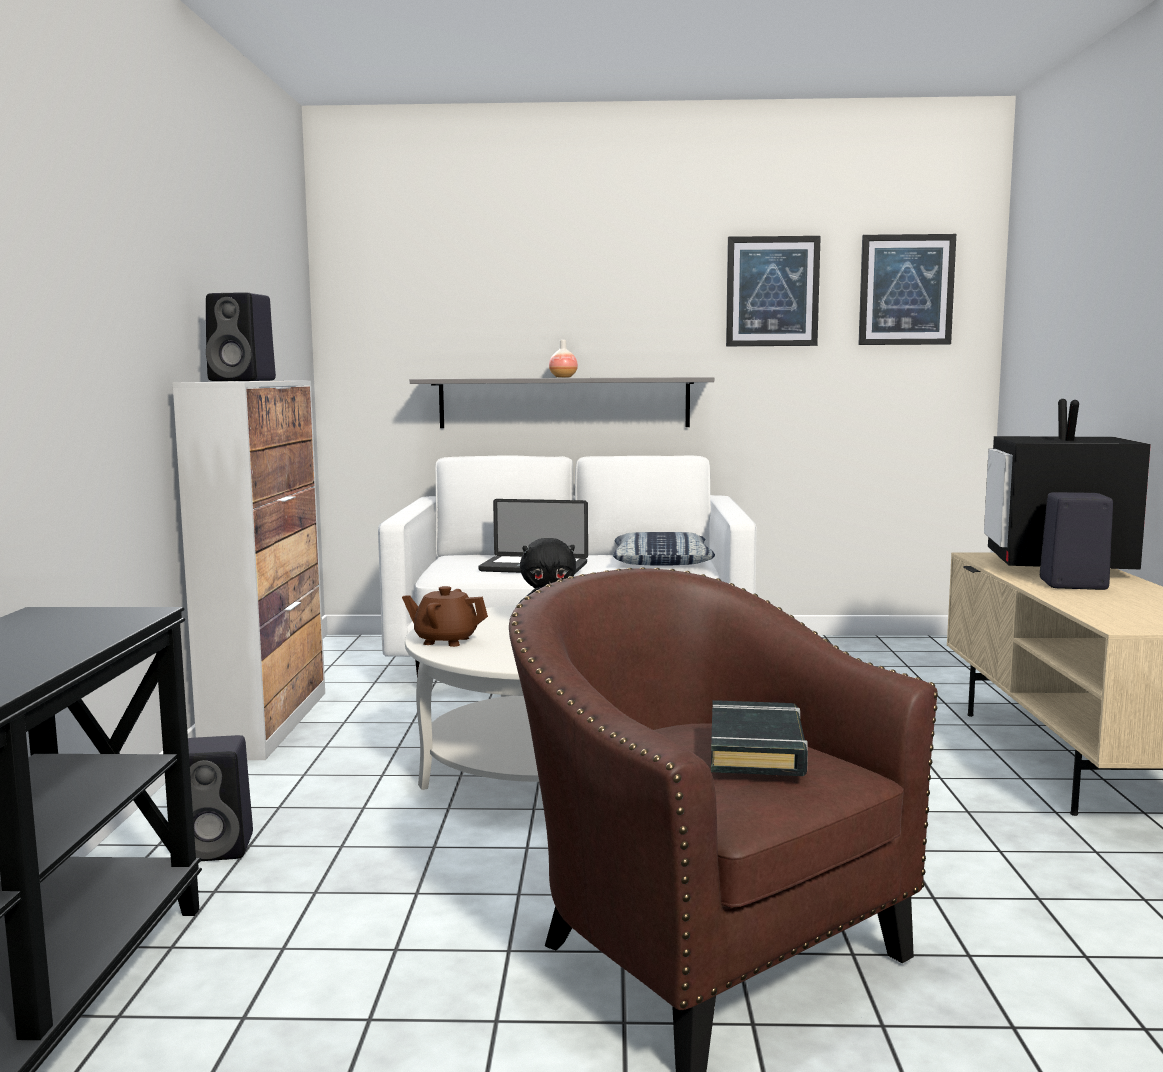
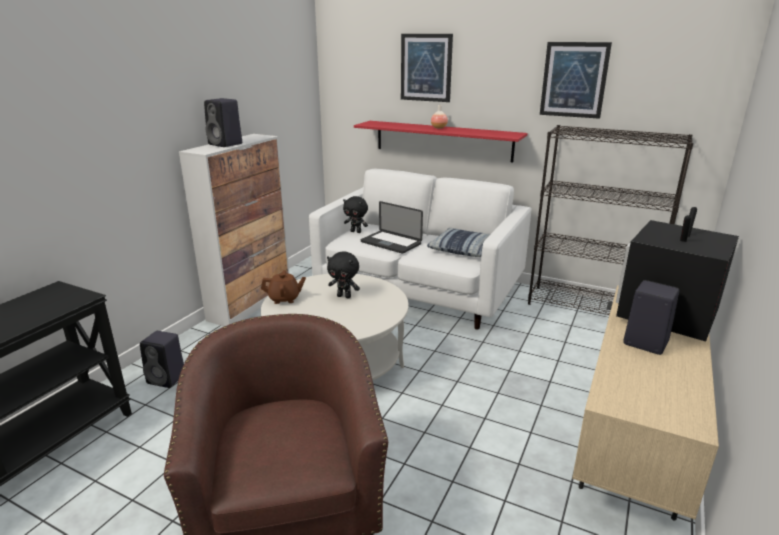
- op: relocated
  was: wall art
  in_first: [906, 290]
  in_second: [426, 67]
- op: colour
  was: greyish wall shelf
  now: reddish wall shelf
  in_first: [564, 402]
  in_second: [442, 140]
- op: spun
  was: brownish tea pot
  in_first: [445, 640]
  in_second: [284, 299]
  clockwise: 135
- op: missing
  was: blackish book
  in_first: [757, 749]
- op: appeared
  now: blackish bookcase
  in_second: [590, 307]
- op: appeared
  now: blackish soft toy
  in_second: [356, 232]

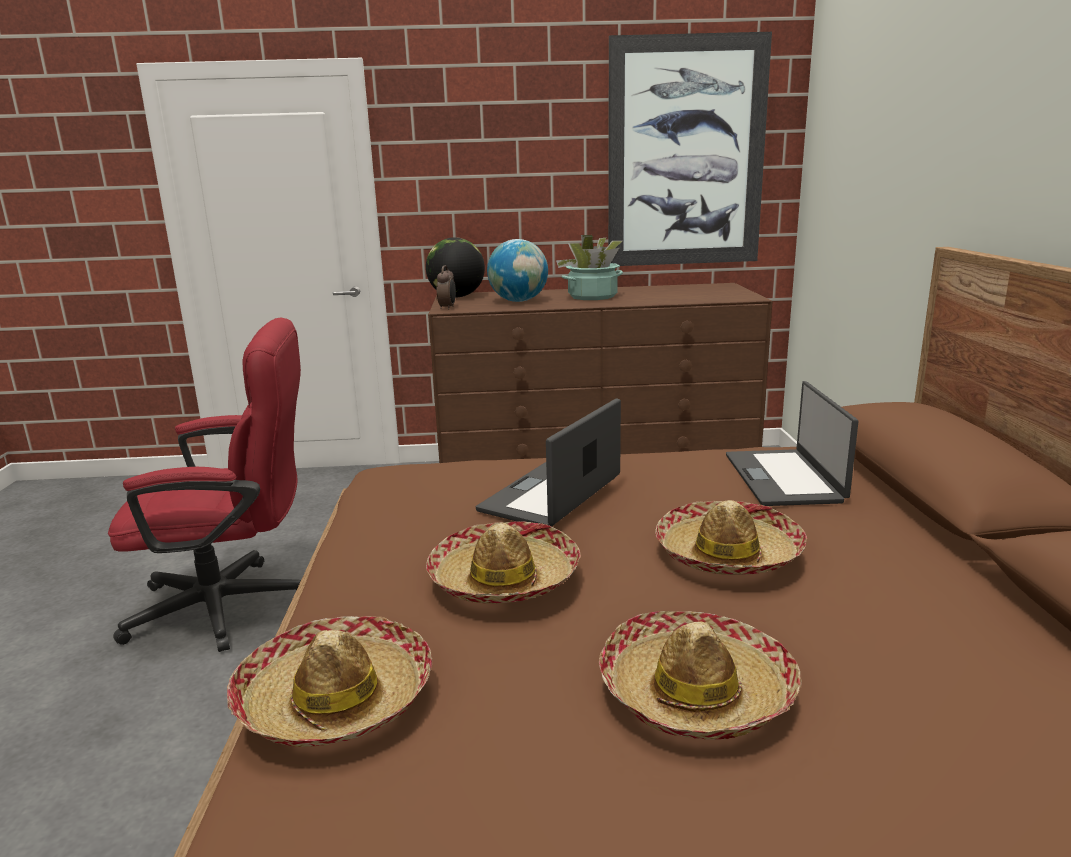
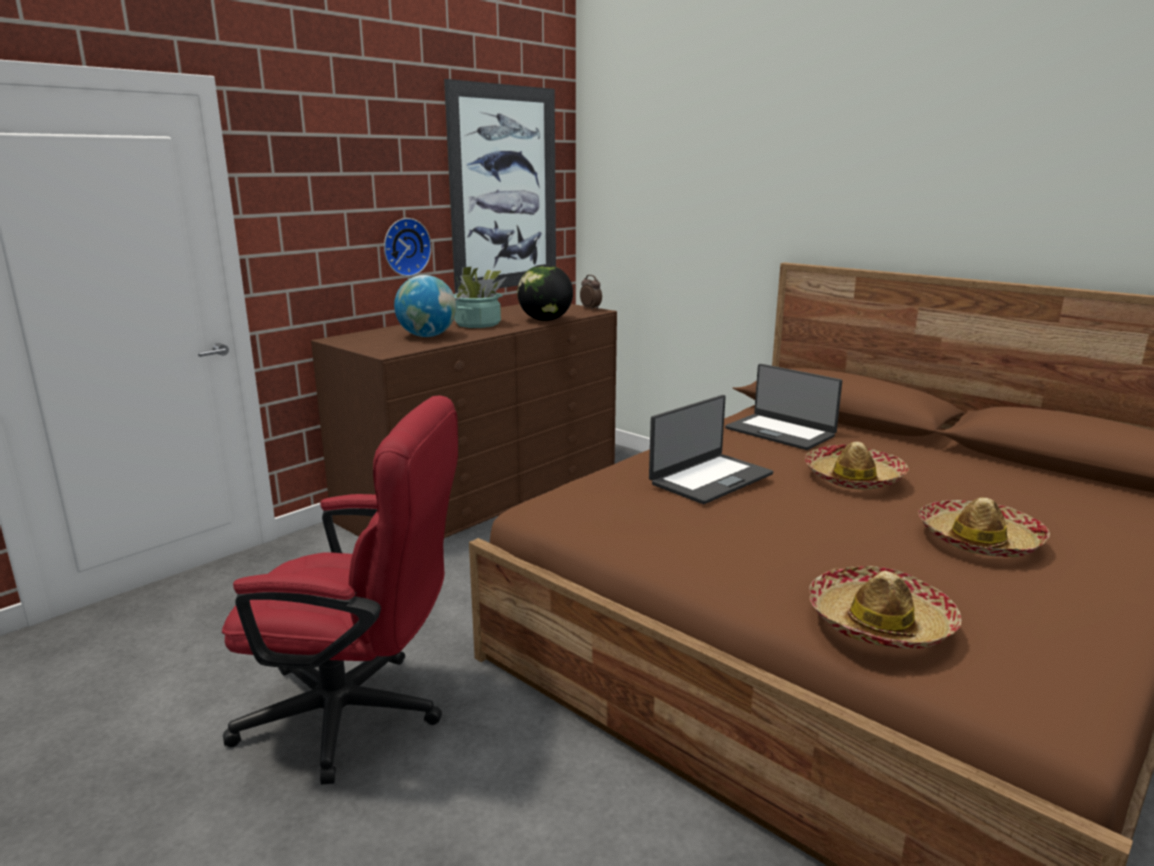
- op: relocated
  was: desk globe
  in_first: [457, 297]
  in_second: [545, 320]
- op: relocated
  was: table clock
  in_first: [447, 308]
  in_second: [591, 309]
- op: spun
  was: reddish office chair
  in_first: [235, 605]
  in_second: [359, 715]
  clockwise: 60
- op: spun
  was: portable computer
  in_first: [553, 495]
  in_second: [710, 478]
  clockwise: -120
- op: missing
  was: hat
  in_first: [504, 578]
- op: appeared
  now: hanging clock
  in_second: [405, 247]

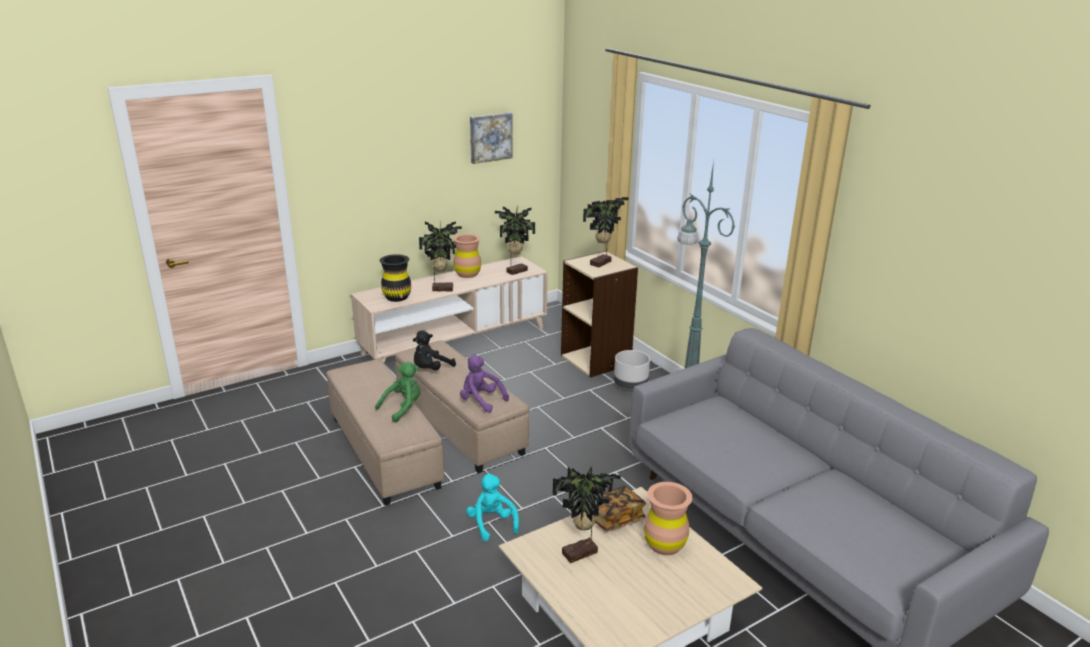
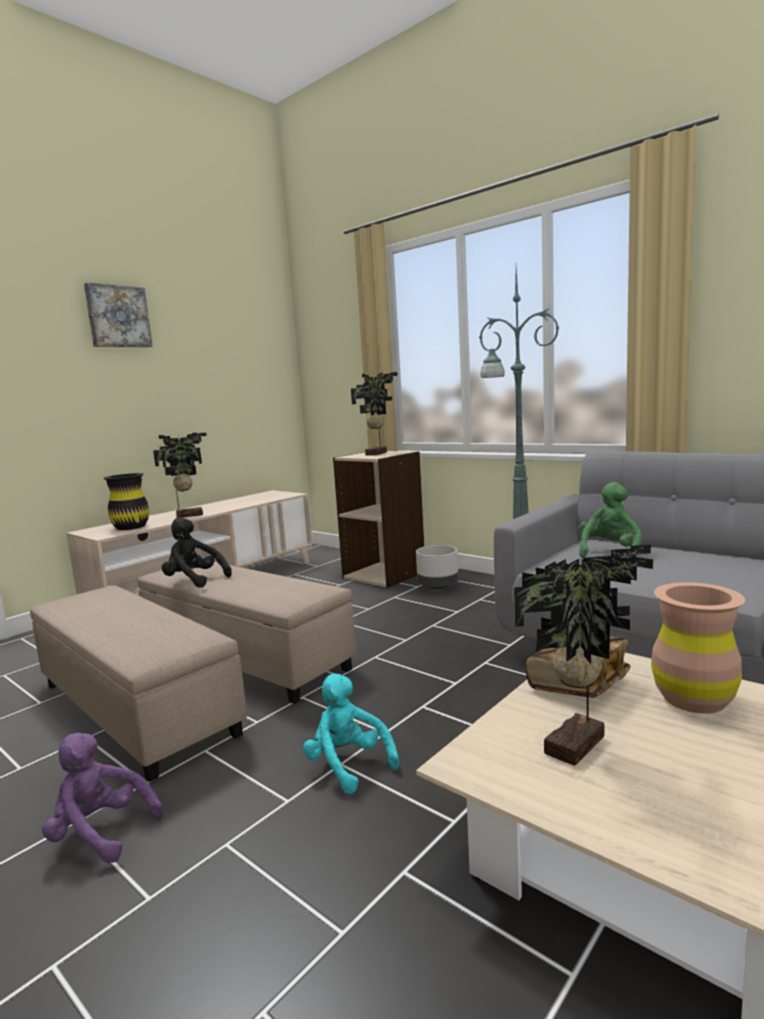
- op: relocated
  was: wall art
  in_first: [490, 137]
  in_second: [117, 317]
- op: missing
  was: potted plant
  in_first: [515, 271]
- op: missing
  was: brownish decorative vase
  in_first: [467, 274]
- op: spun
  was: blackish soft toy
  in_first: [431, 369]
  in_second: [194, 581]
  clockwise: 90
- op: relocated
  was: purplish soft toy
  in_first: [481, 401]
  in_second: [100, 833]
- op: relocated
  was: greenish soft toy
  in_first: [403, 408]
  in_second: [609, 553]

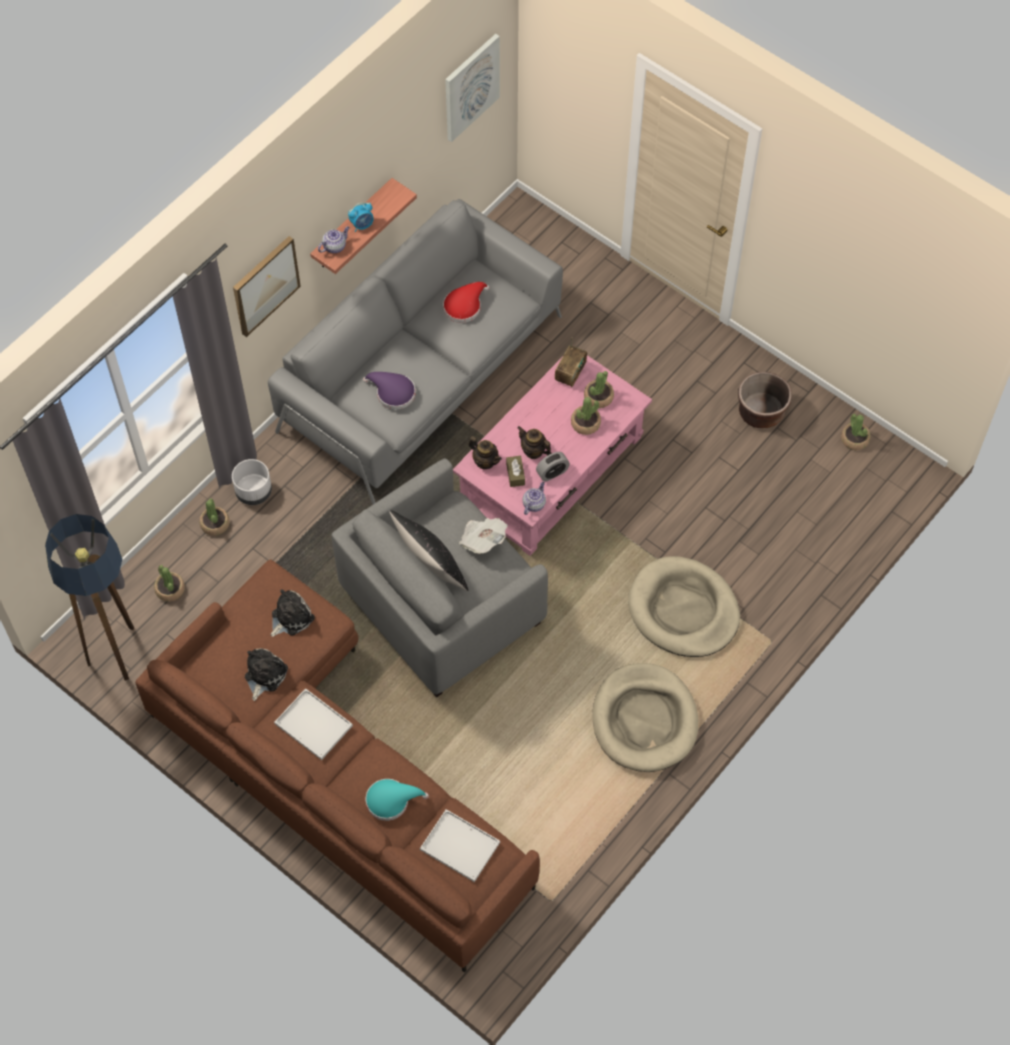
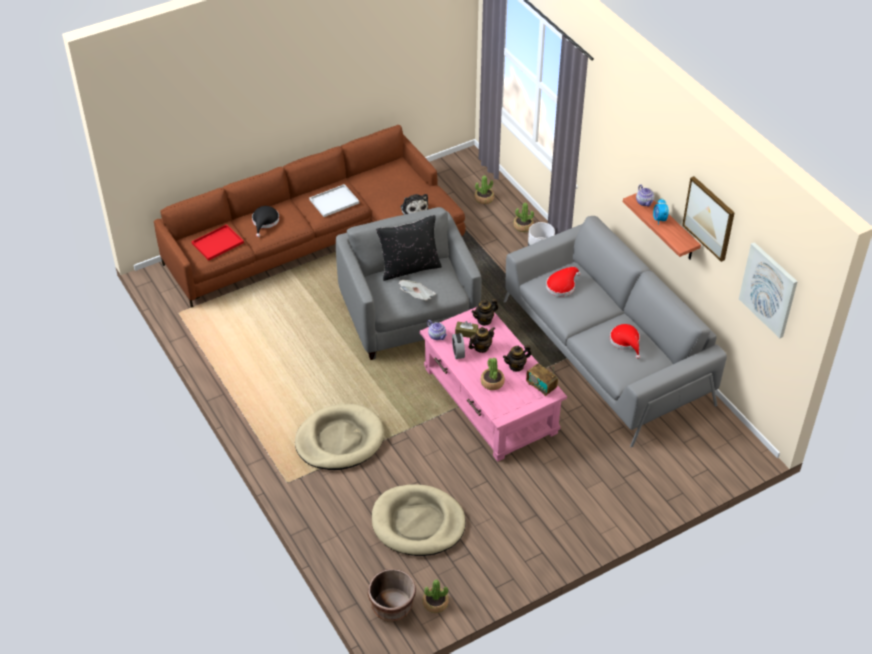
- op: relocated
  was: wall art
  in_first: [265, 285]
  in_second: [709, 218]
- op: missing
  was: potted plant
  in_first: [598, 397]
- op: colour
  was: purplish hat
  now: reddish hat
  in_first: [392, 393]
  in_second: [562, 285]
- op: relocated
  was: brownish flower pot
  in_first: [761, 412]
  in_second: [392, 606]
- op: missing
  was: floor lamp
  in_first: [118, 651]
- op: missing
  was: soft toy
  in_first: [264, 675]
- op: relocated
  was: beige-coloured pet bed
  in_first: [644, 720]
  in_second: [418, 523]
- op: colour
  was: blue-green hat
  now: blackish hat
  in_first: [391, 800]
  in_second: [265, 222]
- op: colour
  was: white-coloured tray
  now: reddish tray
  in_first: [461, 846]
  in_second: [217, 244]
- op: appeared
  now: tea pot
  in_second: [516, 366]

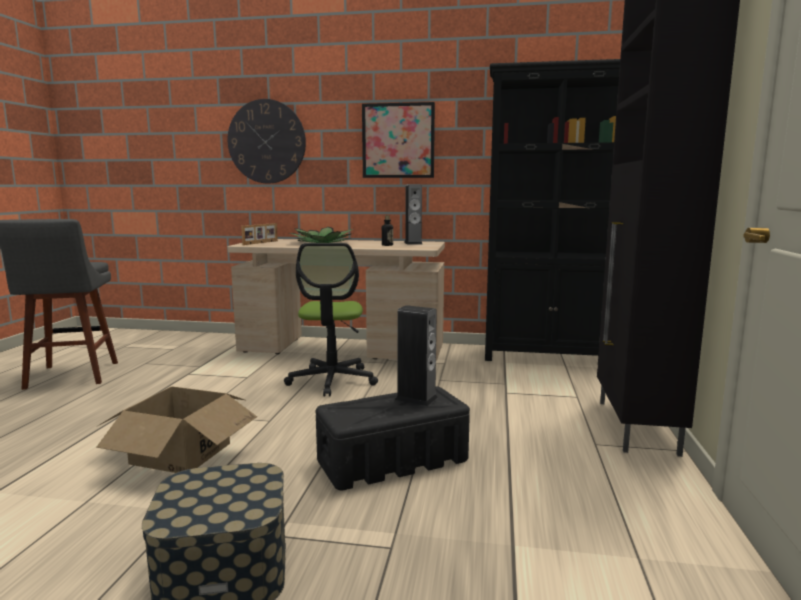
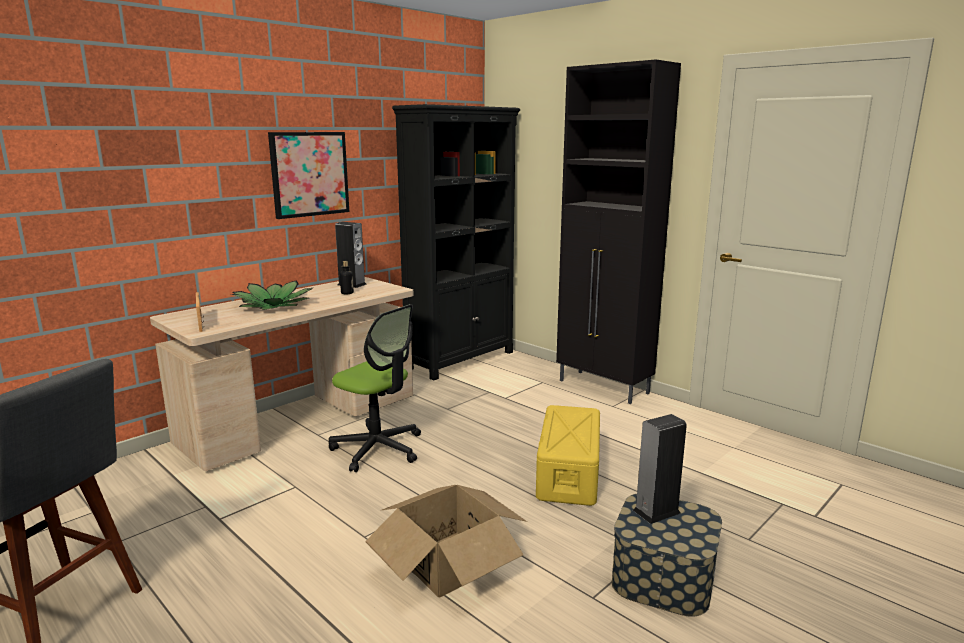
- op: missing
  was: hanging clock
  in_first: [266, 141]
- op: relocated
  was: loudspeaker
  in_first: [416, 398]
  in_second: [656, 511]
- op: colour
  was: blackish storage box
  now: yellowish storage box
  in_first: [392, 461]
  in_second: [568, 473]

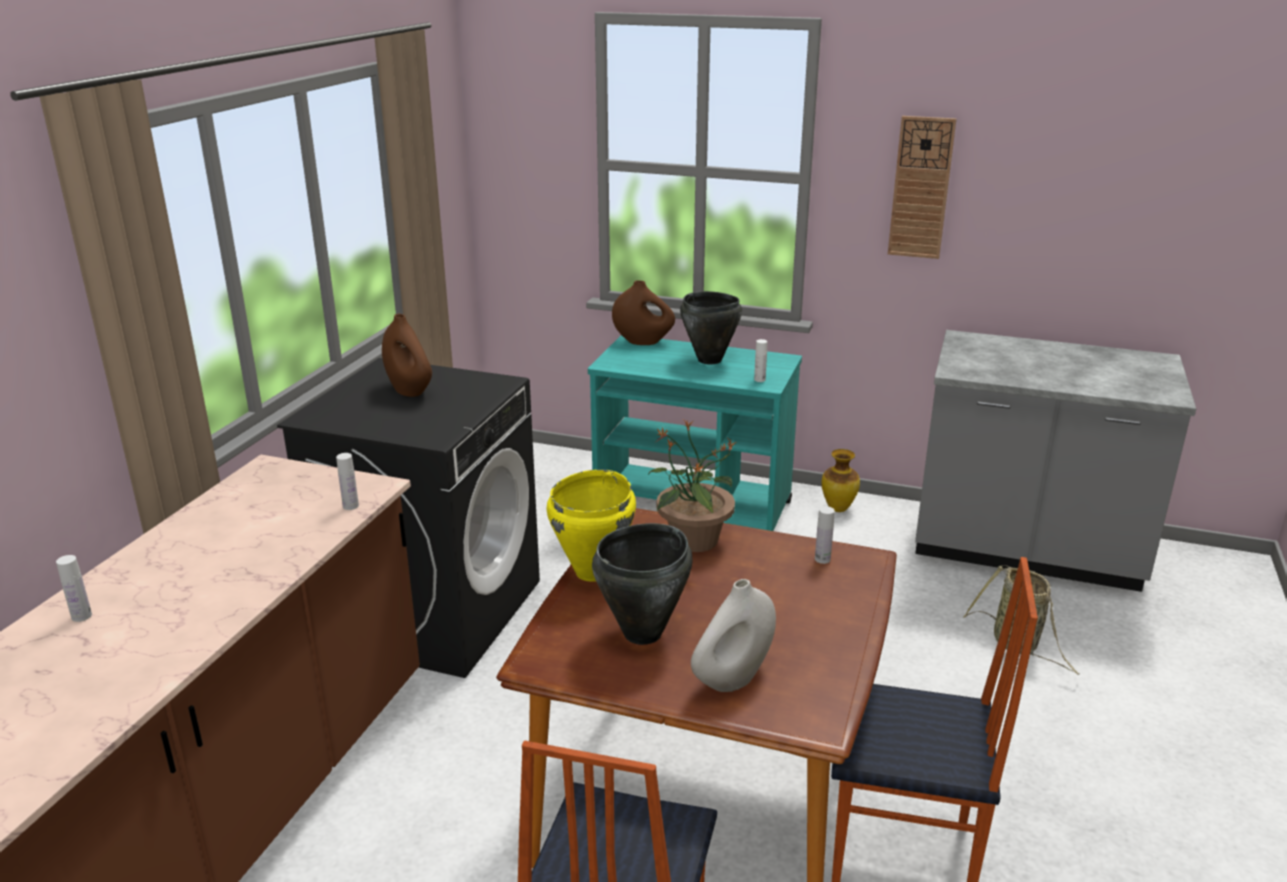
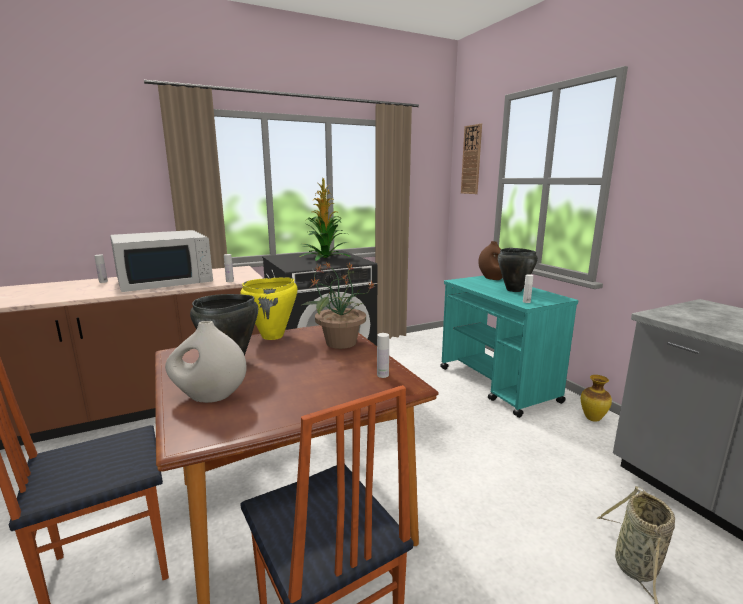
- op: relocated
  was: hanging clock
  in_first: [921, 188]
  in_second: [471, 160]
- op: exchanged
  was: brownish decorative vase
  now: potted plant
  in_first: [409, 391]
  in_second: [324, 257]
- op: appeared
  now: white-coloured microwave
  in_second: [165, 280]

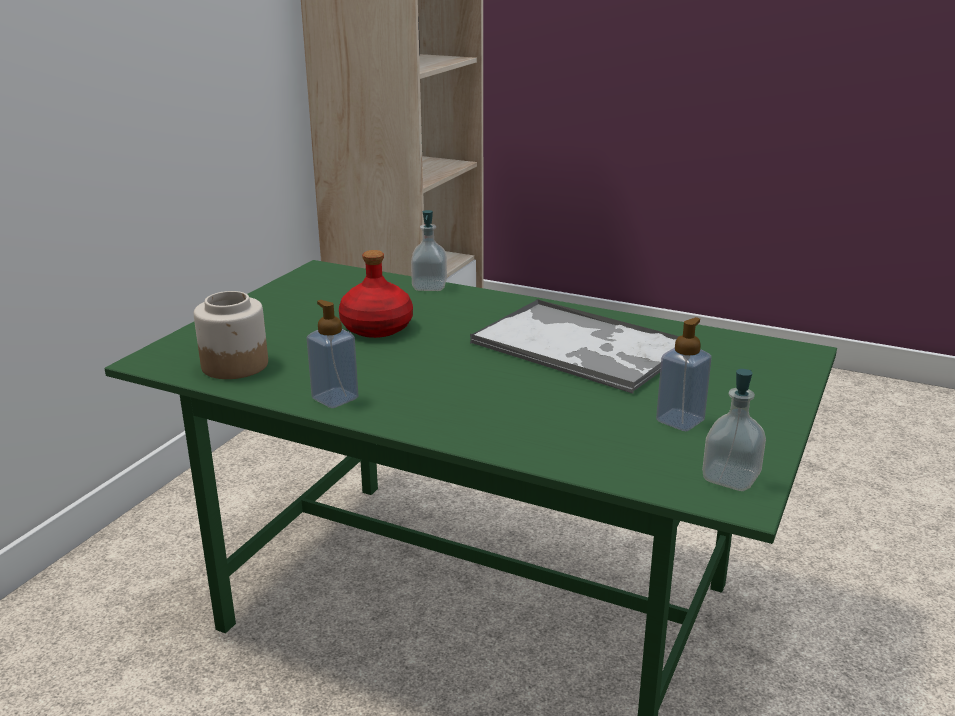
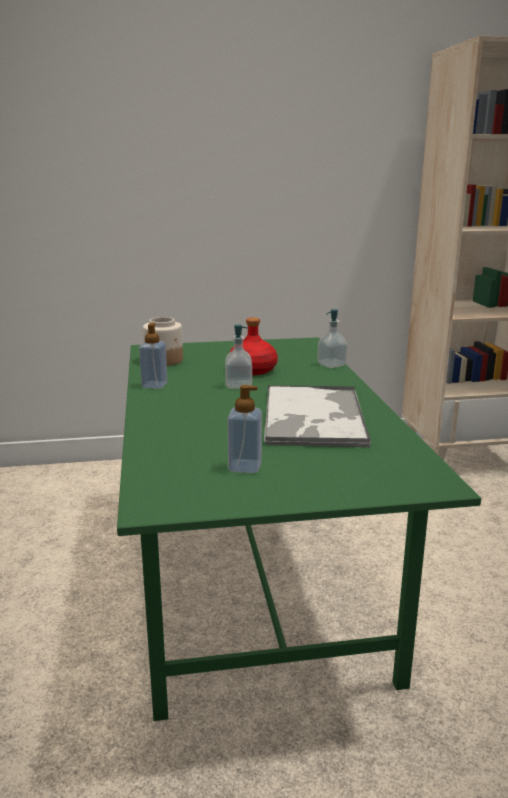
- op: relocated
  was: soap bottle
  in_first: [730, 478]
  in_second: [238, 385]

